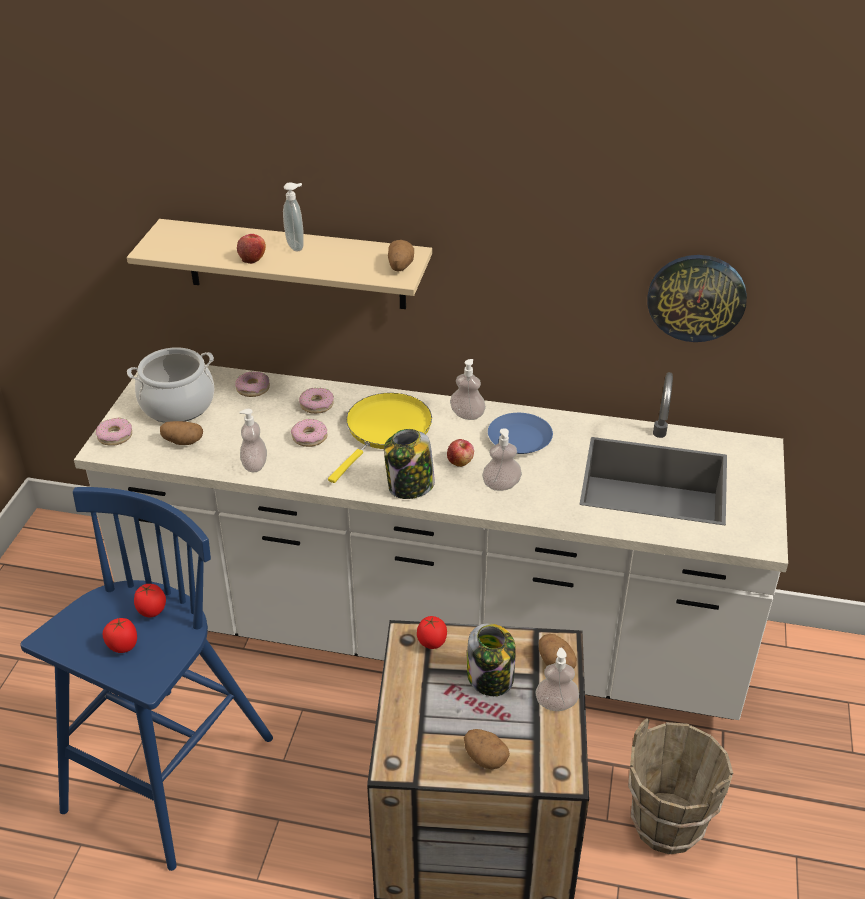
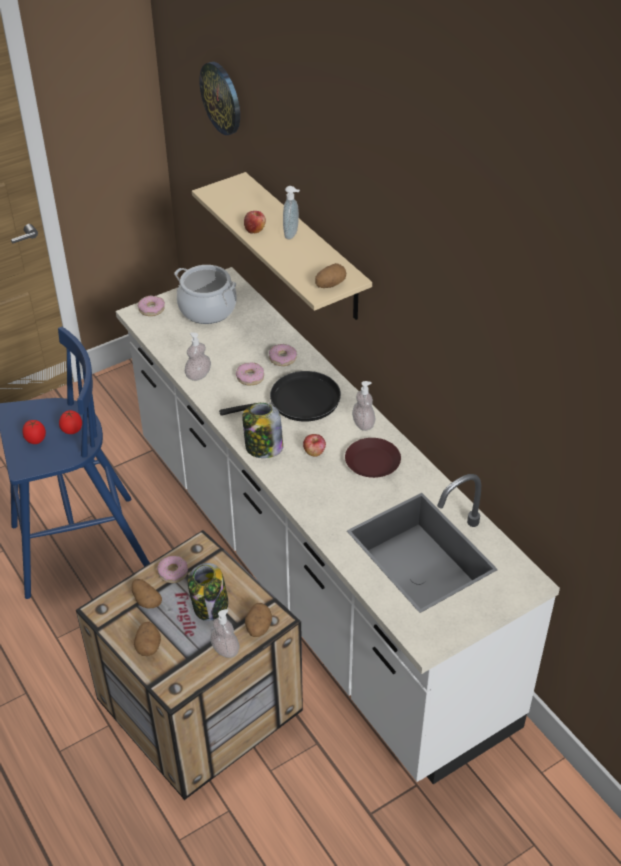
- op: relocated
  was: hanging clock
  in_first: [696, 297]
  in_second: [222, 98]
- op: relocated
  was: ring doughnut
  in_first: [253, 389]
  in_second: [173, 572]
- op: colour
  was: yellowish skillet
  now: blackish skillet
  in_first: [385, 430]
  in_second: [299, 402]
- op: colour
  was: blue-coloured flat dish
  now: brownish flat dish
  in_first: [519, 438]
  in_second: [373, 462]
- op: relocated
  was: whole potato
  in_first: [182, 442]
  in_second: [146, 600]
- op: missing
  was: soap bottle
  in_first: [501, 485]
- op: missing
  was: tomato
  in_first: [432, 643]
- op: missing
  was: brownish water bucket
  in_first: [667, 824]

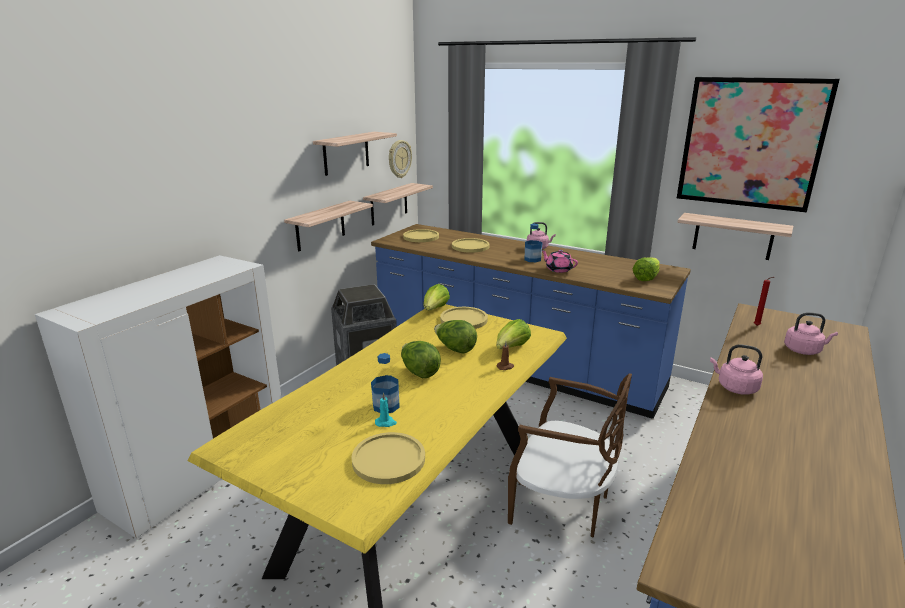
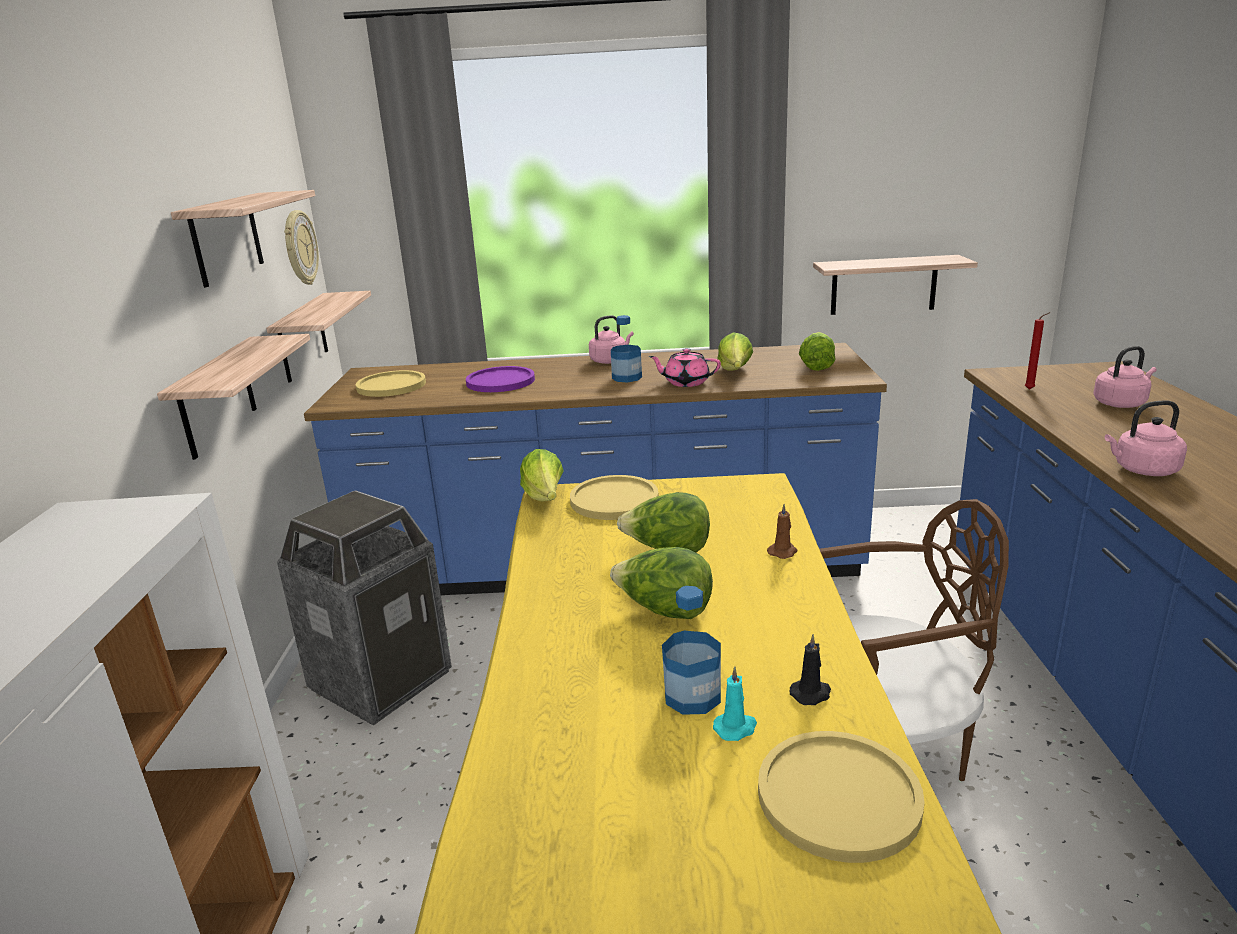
- op: missing
  was: wall art
  in_first: [751, 143]
- op: colour
  was: yellowish flat dish
  now: purplish flat dish
  in_first: [470, 246]
  in_second: [500, 381]
- op: relocated
  was: head of lettuce
  in_first: [511, 348]
  in_second: [735, 372]
- op: appeared
  now: blackish wax candle
  in_second: [811, 694]

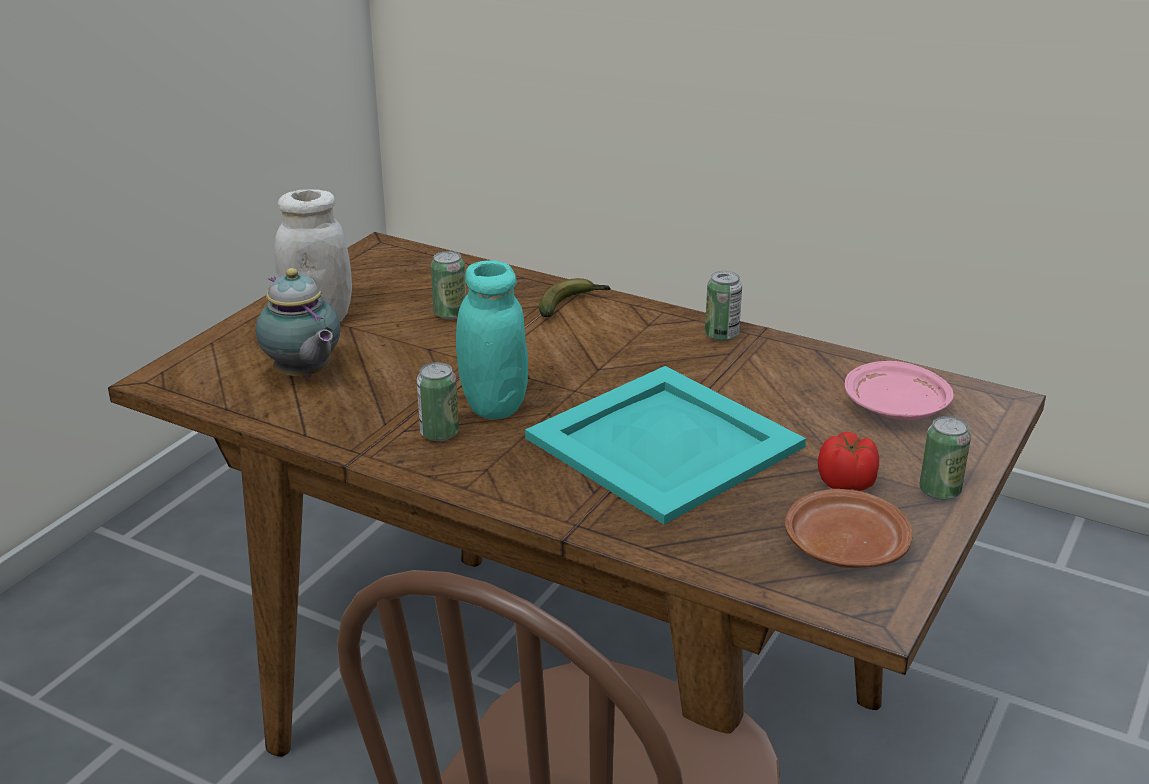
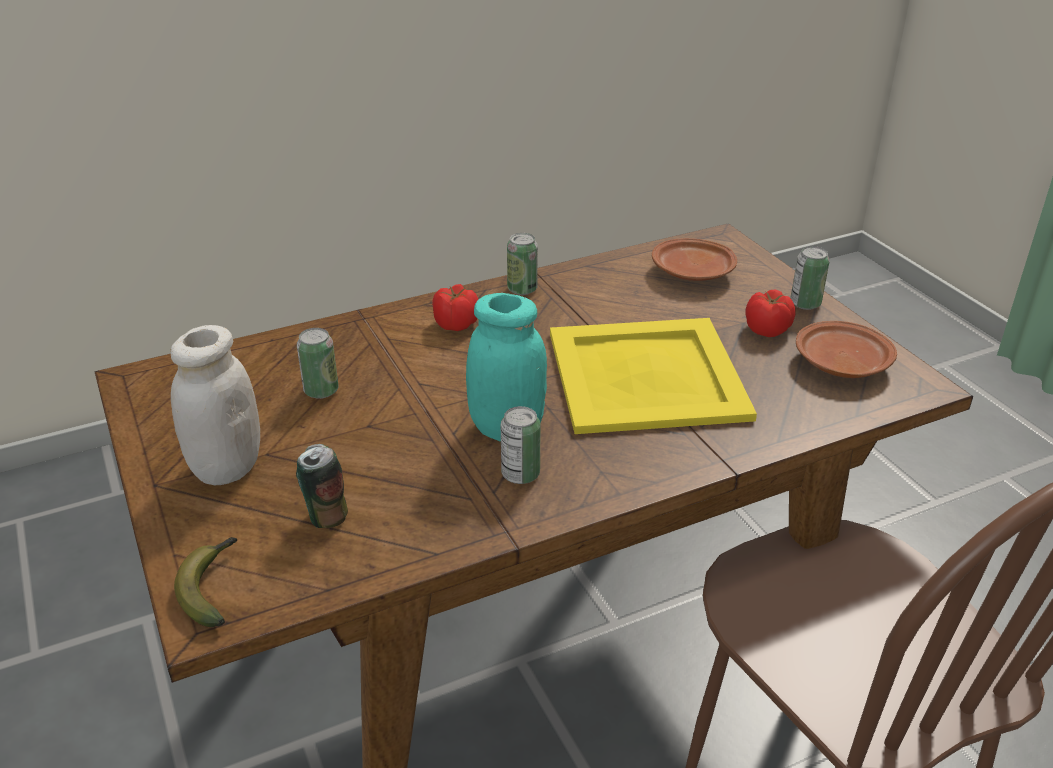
- op: exchanged
  was: tea pot
  now: sealed can
  in_first: [304, 376]
  in_second: [326, 515]
- op: relocated
  was: whole banana
  in_first: [572, 305]
  in_second: [212, 587]
- op: colour
  was: pink flat dish
  now: brownish flat dish
  in_first: [896, 408]
  in_second: [694, 273]
- op: colour
  was: blue-green tray
  now: yellowish tray
  in_first: [664, 441]
  in_second: [644, 374]
- op: appeared
  now: tomato
  in_second: [455, 324]

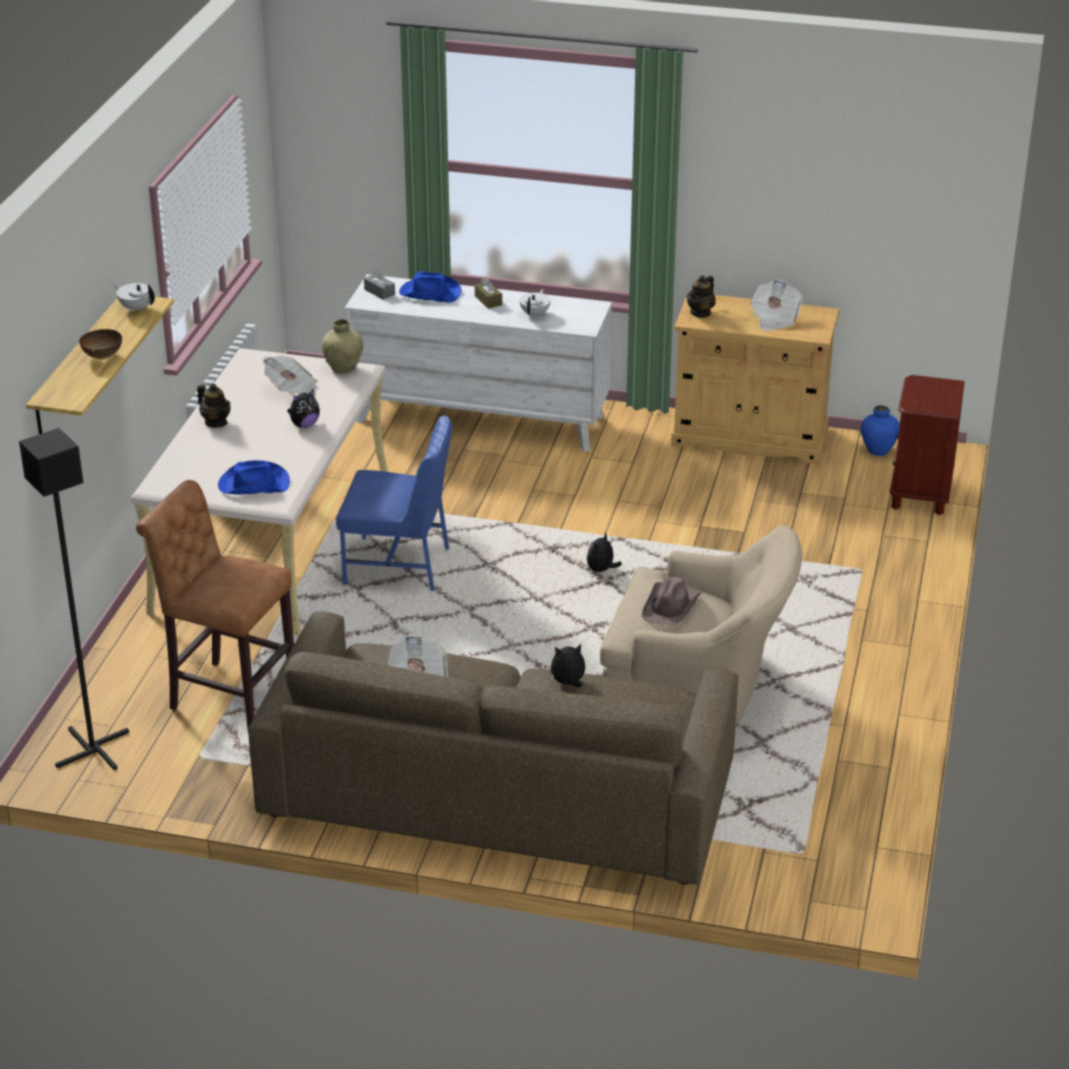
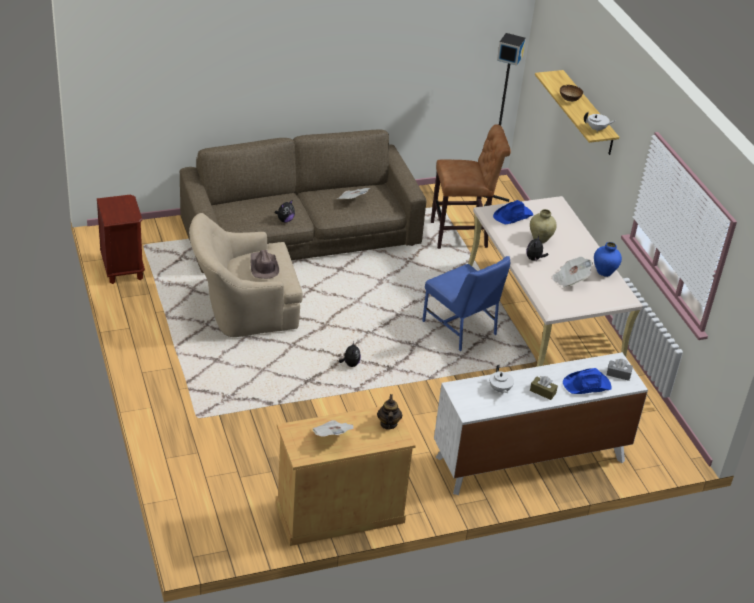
- op: relocated
  was: beige-coloured decorative vase
  in_first: [343, 368]
  in_second: [540, 239]
- op: relocated
  was: brownish nightstand
  in_first: [920, 494]
  in_second: [122, 269]
- op: missing
  was: tea pot
  in_first: [216, 422]
- op: relocated
  was: blue-coloured decorative vase
  in_first: [878, 450]
  in_second: [604, 272]
- op: spun
  was: blue-coloured chair
  in_first: [399, 566]
  in_second: [460, 328]
  clockwise: -105

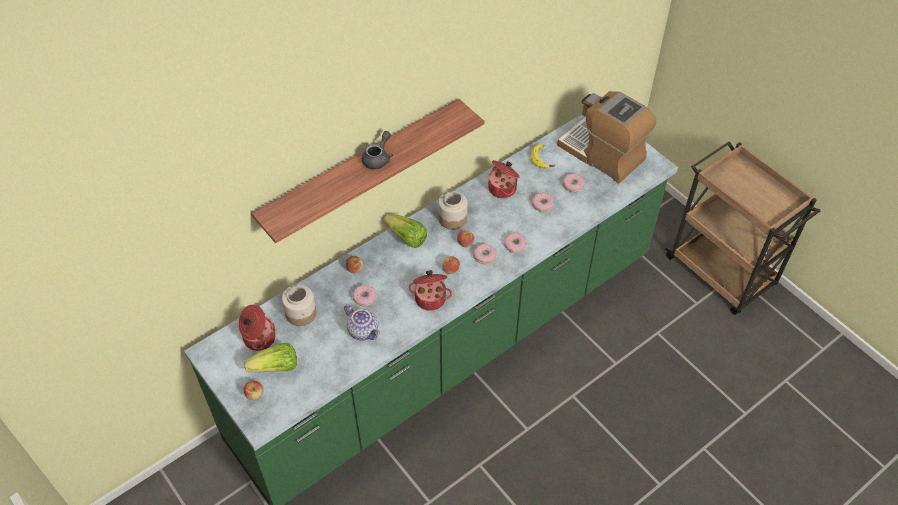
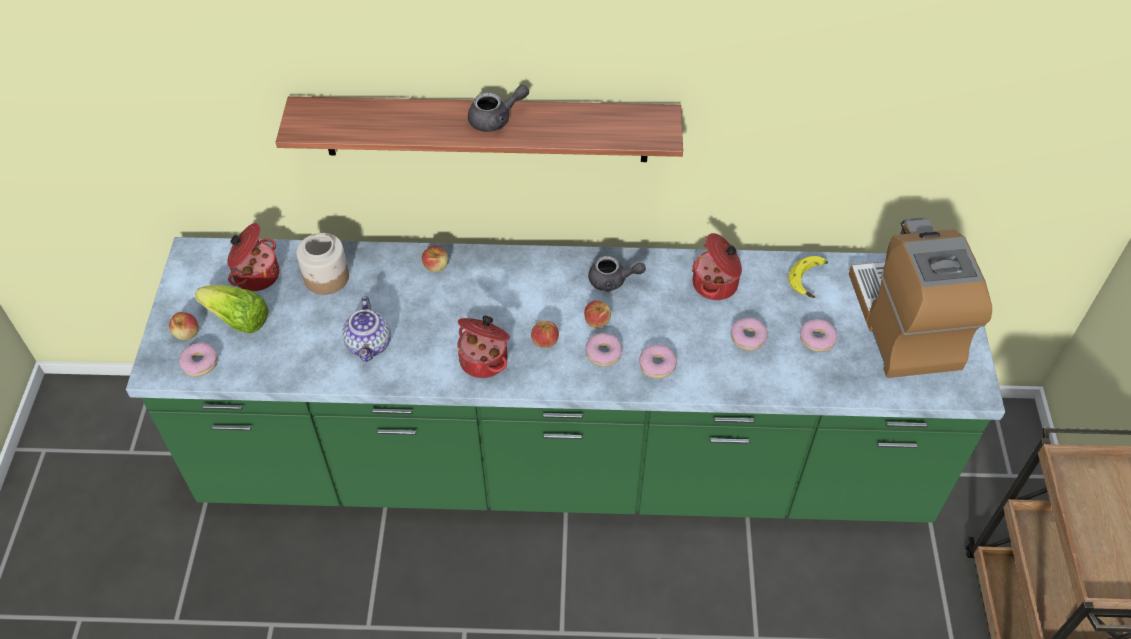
- op: exchanged
  was: storage jar
  now: greyish tea pot
  in_first: [452, 218]
  in_second: [612, 281]
- op: missing
  was: head of lettuce
  in_first: [406, 238]
- op: relocated
  was: ring doughnut
  in_first: [364, 298]
  in_second: [200, 363]

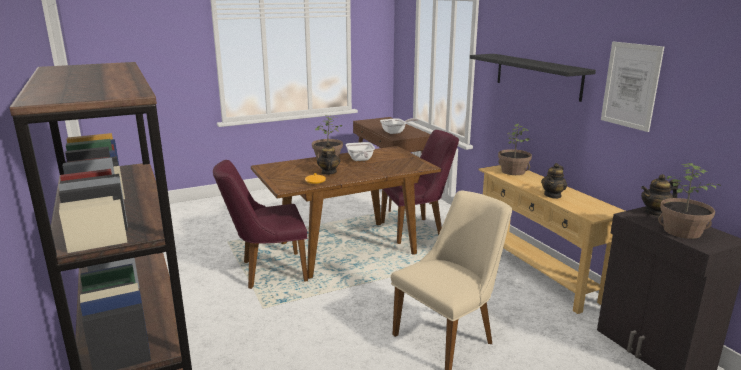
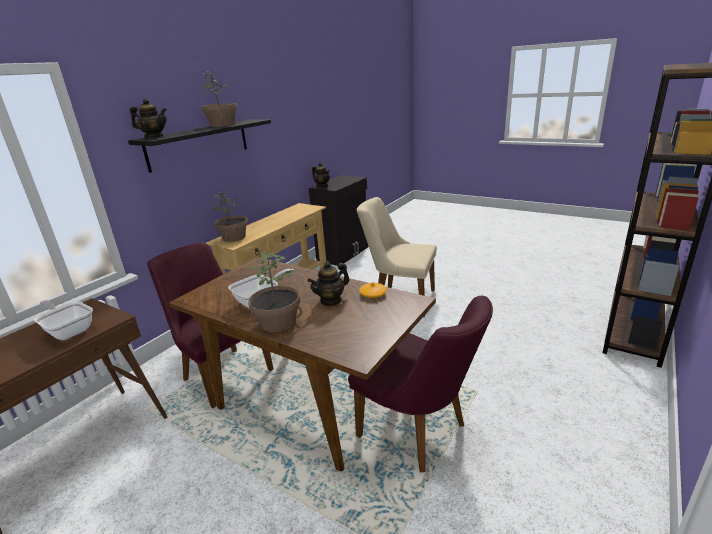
- op: missing
  was: wall art
  in_first: [631, 85]
- op: relocated
  was: tea pot
  in_first: [553, 195]
  in_second: [154, 137]
- op: relocated
  was: potted plant
  in_first: [682, 231]
  in_second: [223, 125]

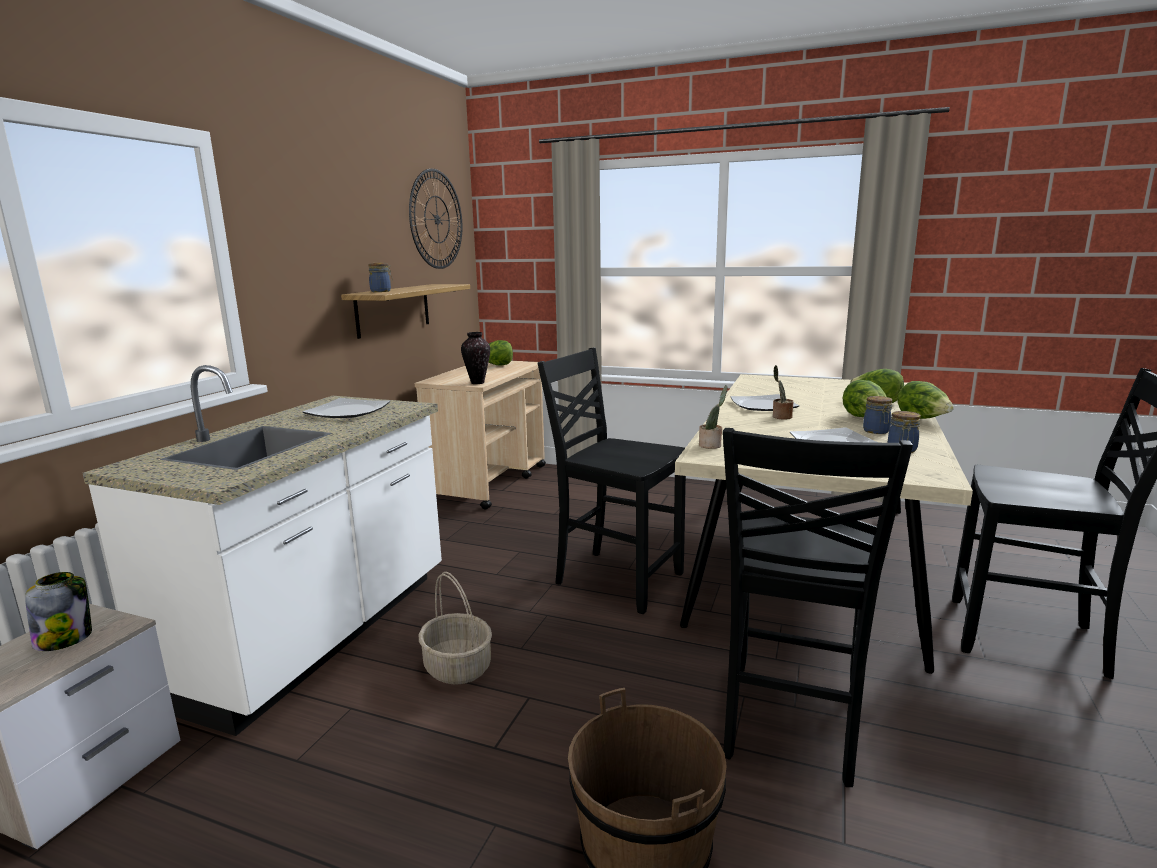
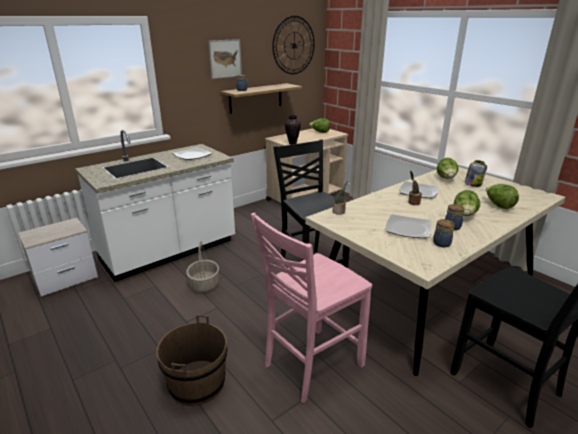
- op: relocated
  was: head of lettuce
  in_first: [922, 419]
  in_second: [446, 179]
- op: colour
  was: blackish chair
  now: pink chair
  in_first: [789, 723]
  in_second: [310, 365]
- op: relocated
  was: storage jar
  in_first: [65, 638]
  in_second: [473, 184]
- op: appeared
  now: wall art
  in_second: [225, 59]

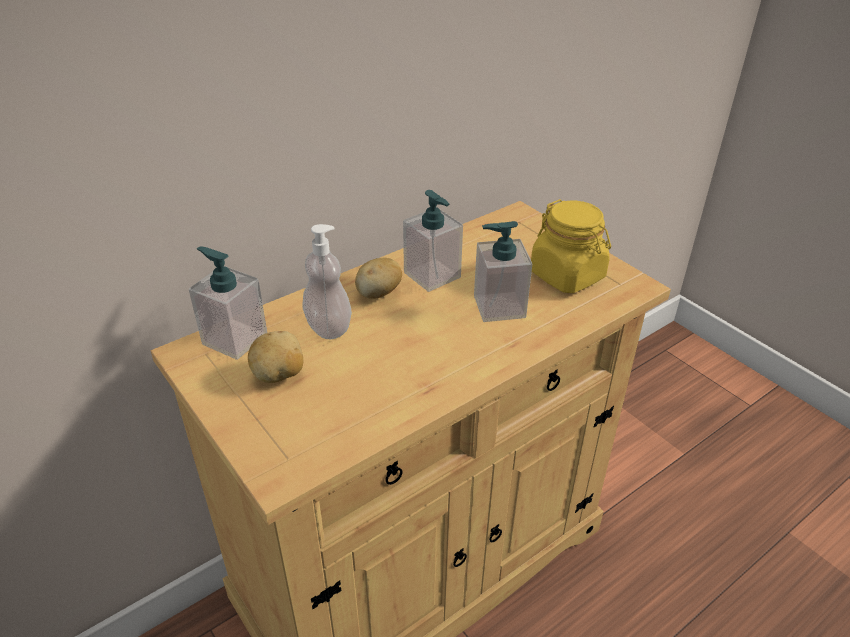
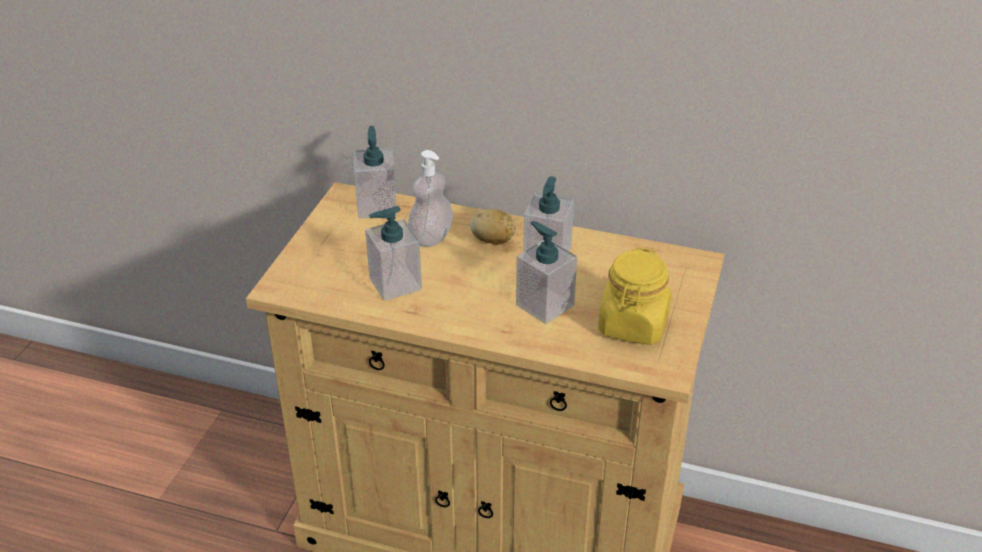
- op: missing
  was: whole potato
  in_first: [279, 375]
- op: appeared
  now: soap bottle
  in_second: [395, 284]

